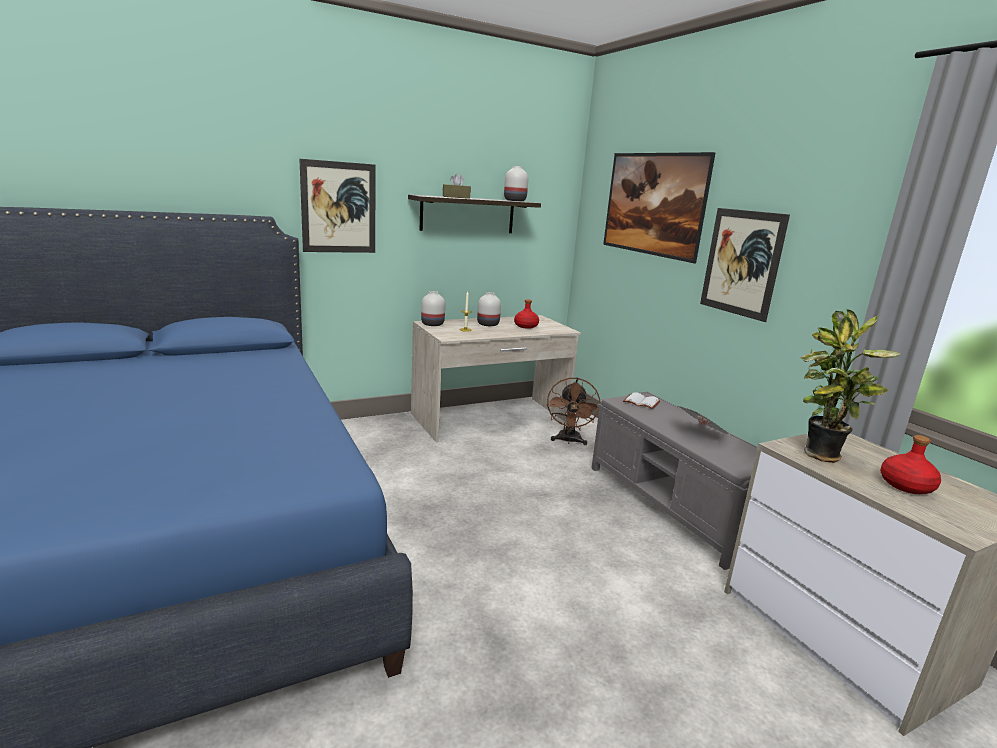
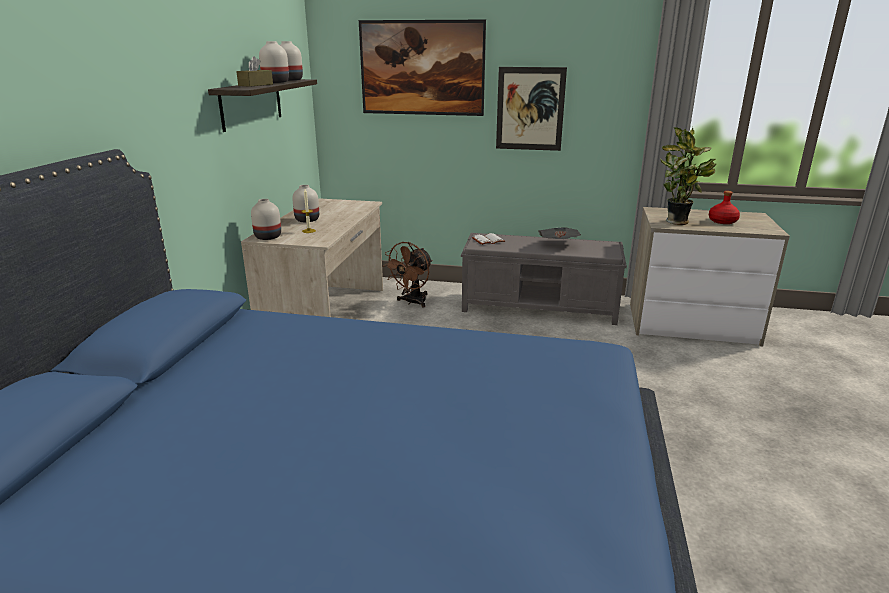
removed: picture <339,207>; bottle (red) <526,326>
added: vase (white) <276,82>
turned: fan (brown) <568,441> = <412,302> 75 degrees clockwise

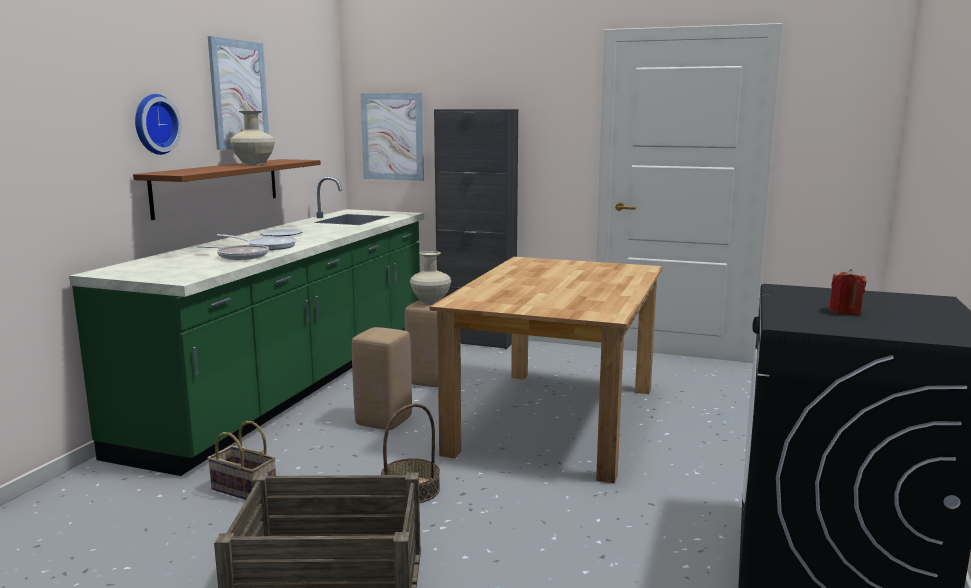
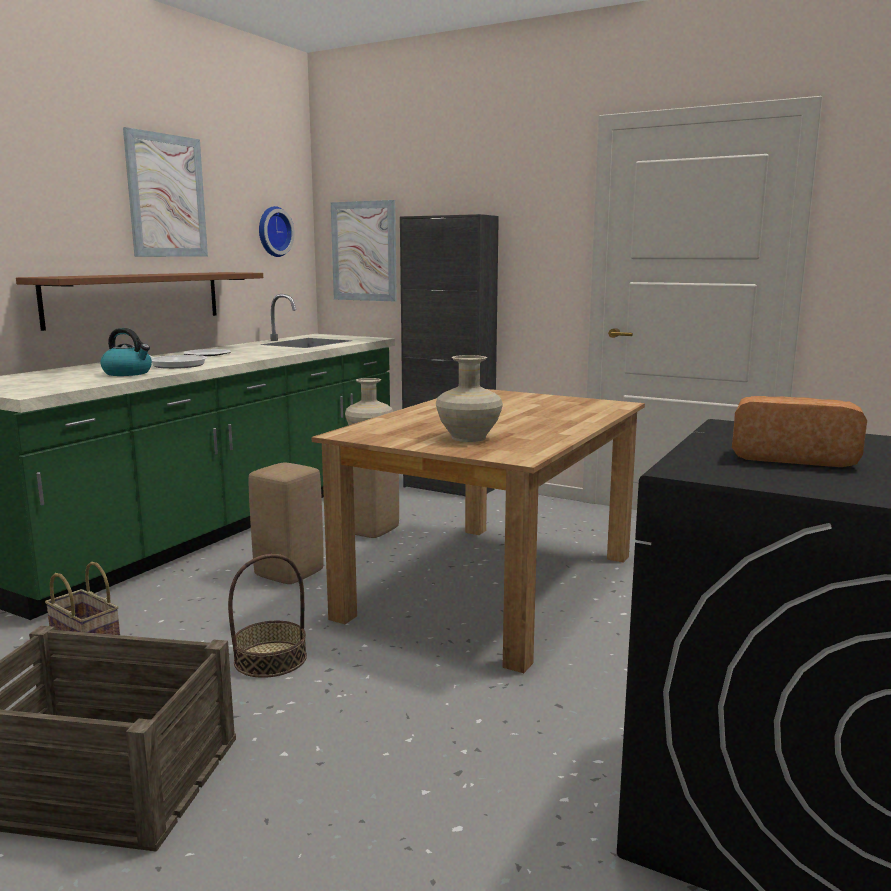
moved: wall clock <153,124> to <272,231>; vase (beige) <254,164> to <469,437>
replaced: frying pan <240,256> to kettle <128,373>; candle (red) <844,311> to bread <791,457>

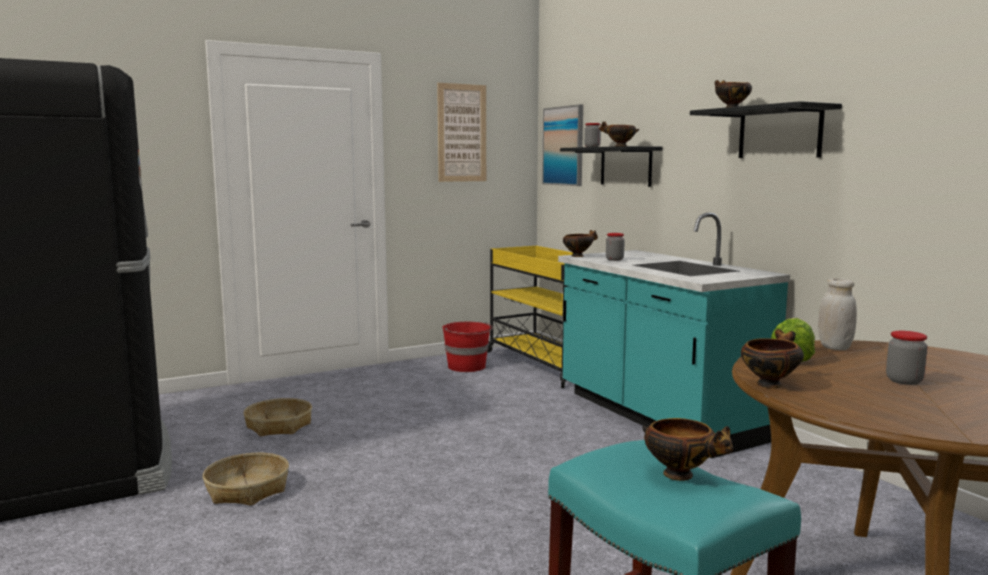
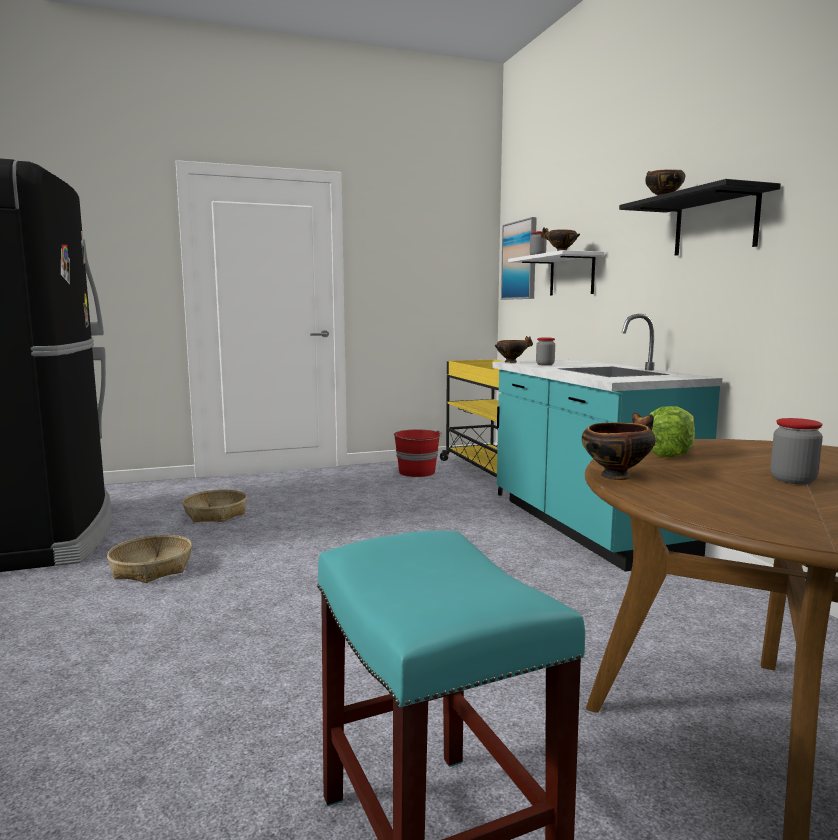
removed: picture <462,133>; jar (white) <834,347>; bowl <681,475>
recoloured: shelf (black) <626,166> to shelf (white) <572,275>

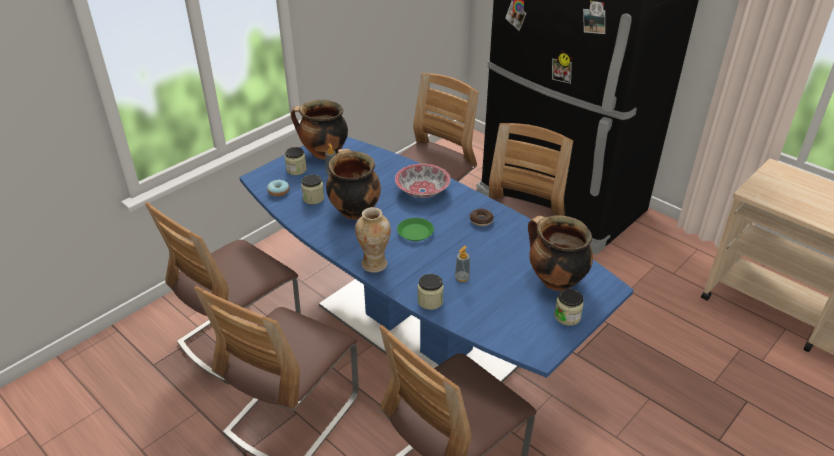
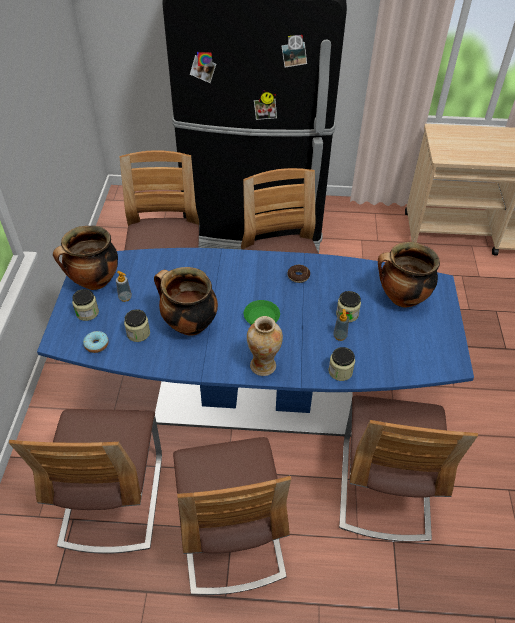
removed: bowl <422,191>
moved: jar <567,316> to <347,314>

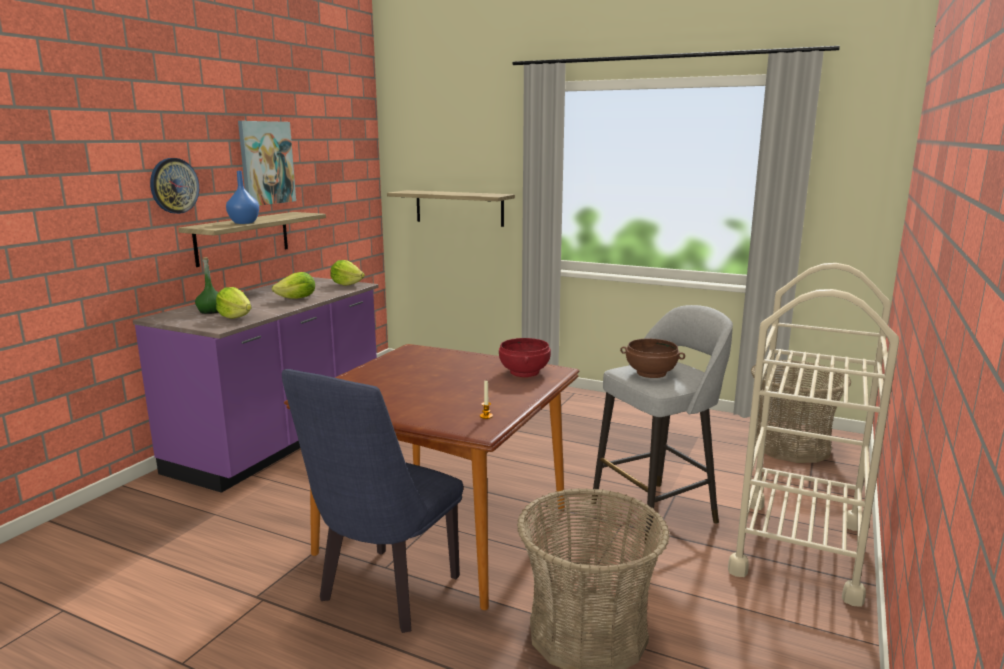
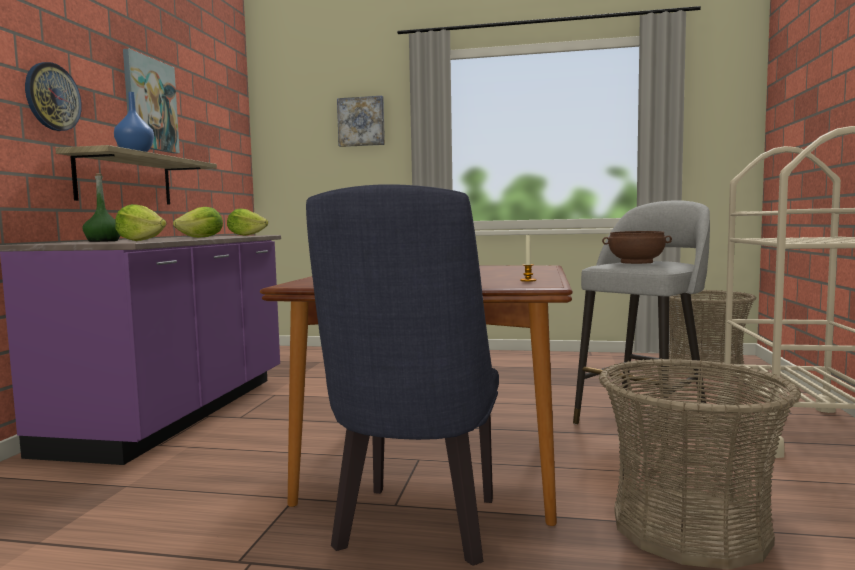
removed: shelf <459,208>; bowl (red) <525,372>
added: picture <361,122>

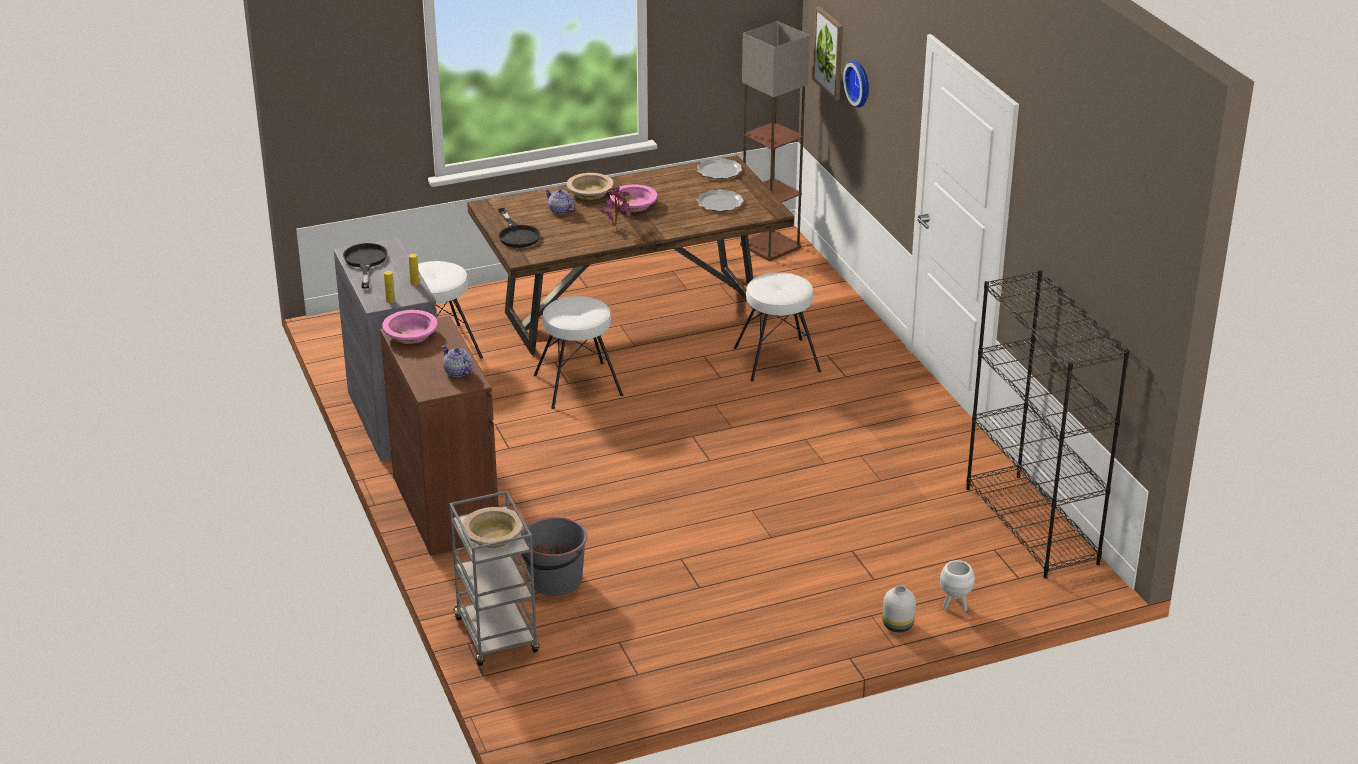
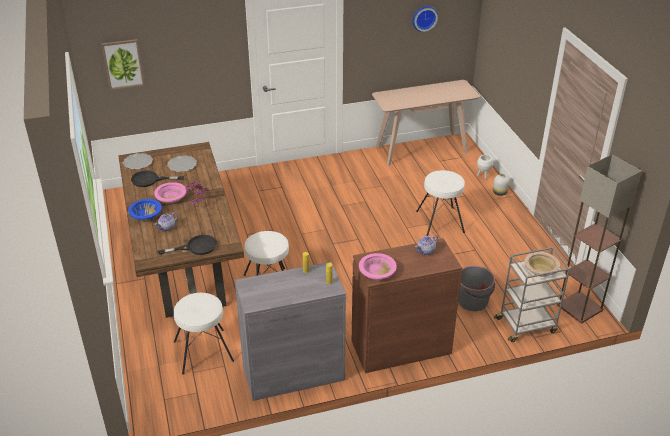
moved: floor lamp <769,246> to <580,308>; wall clock <860,83> to <424,18>; frying pan (black) <365,262> to <150,180>; stool (white) <777,360> to <440,221>
replaced: bookcase (black) <1032,526> to console table (beige) <421,149>
recoloured: bowl (beige) <590,193> to bowl (blue) <146,214>

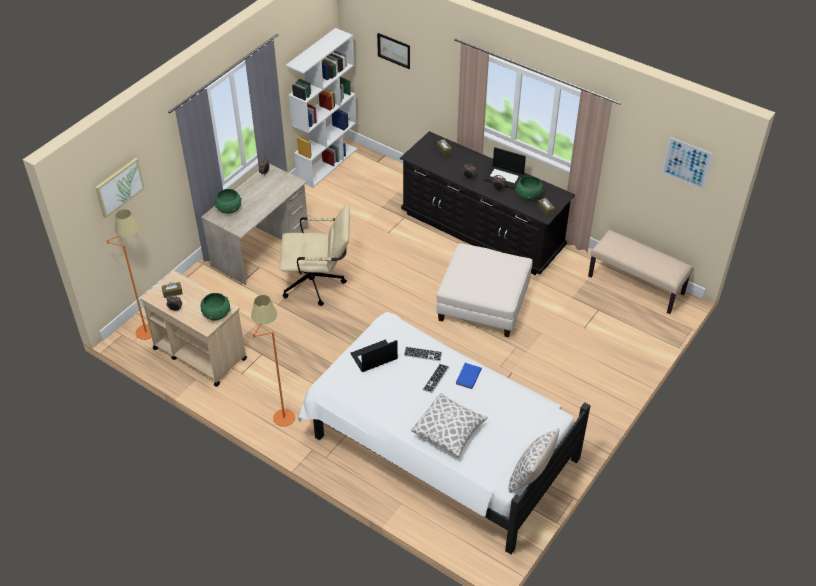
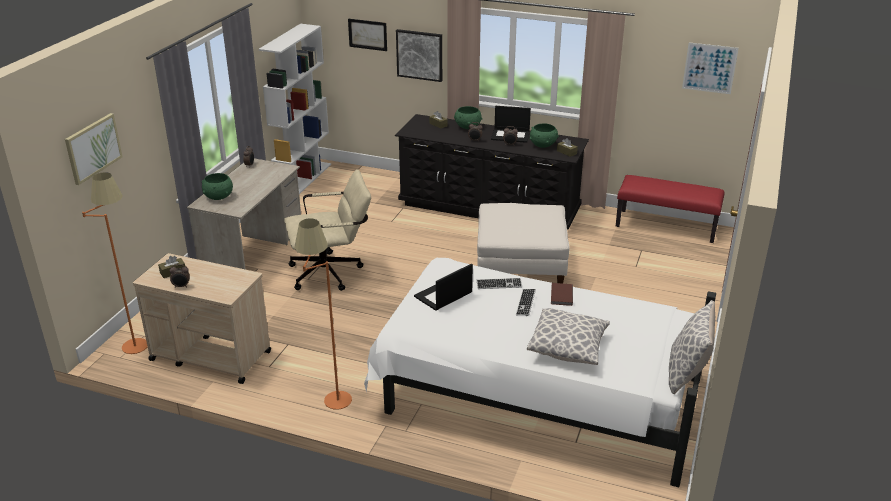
added: picture <419,55>
moved: bowl (green) <216,314> to <467,127>
recoloured: bench (beige) <636,285> to bench (red) <666,226>; book (blue) <467,376> to book (brown) <560,295>

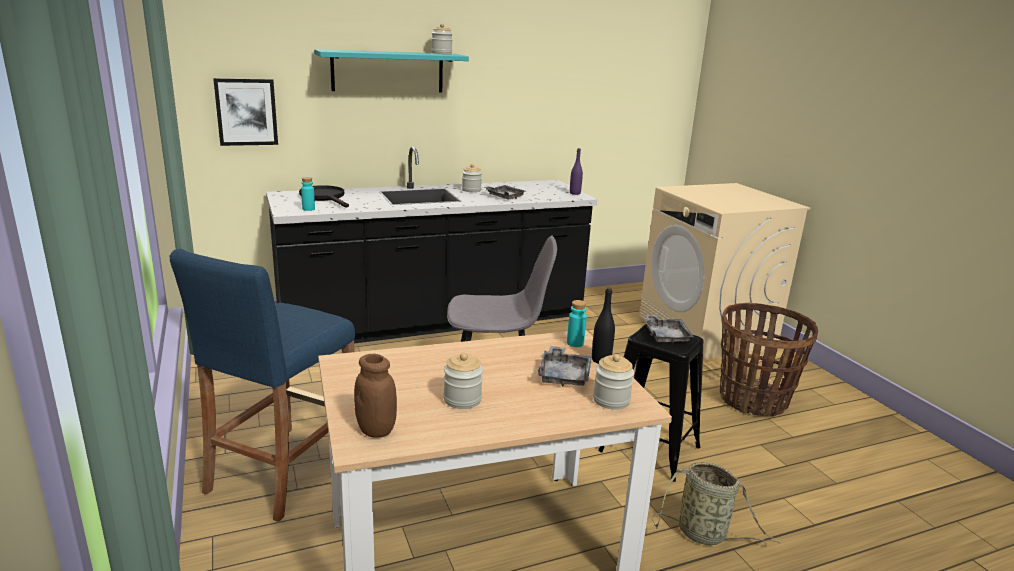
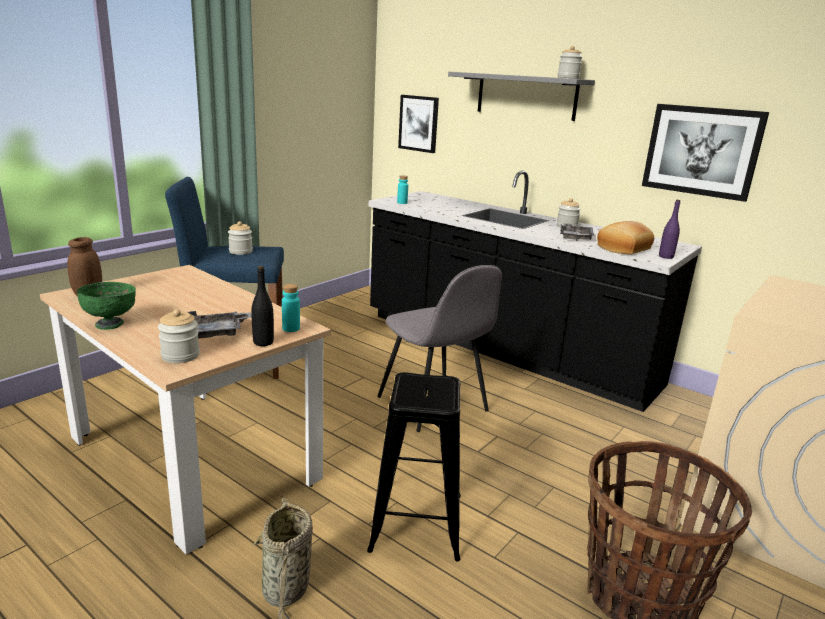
removed: frying pan (black) <325,197>; tray (grey) <665,336>
added: picture <701,151>; bread <624,249>; bowl (green) <110,324>
moved: jar <462,399> to <240,252>
recoloured: shelf (turquoise) <388,71> to shelf (grey) <526,96>

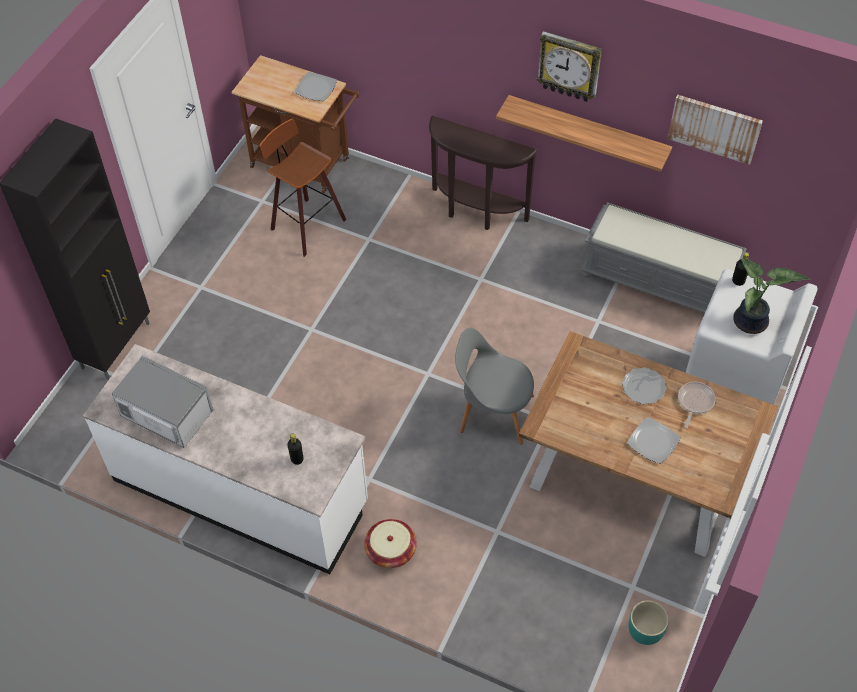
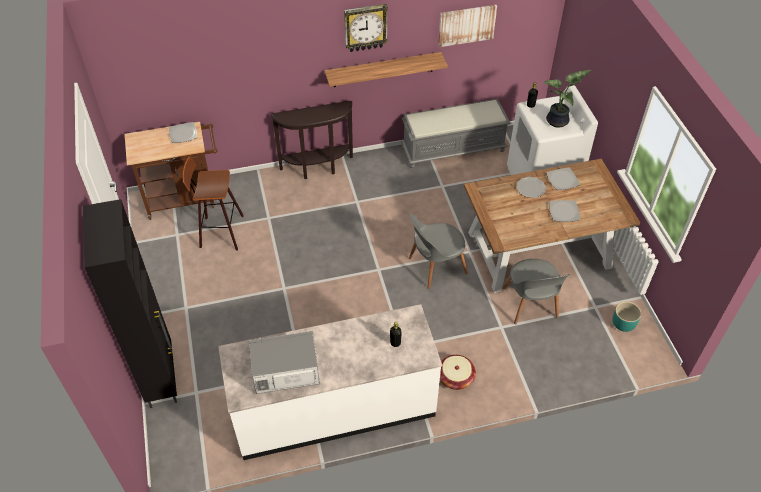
added: chair (grey) <530,305>
replaced: frying pan <694,402> to plate <562,180>

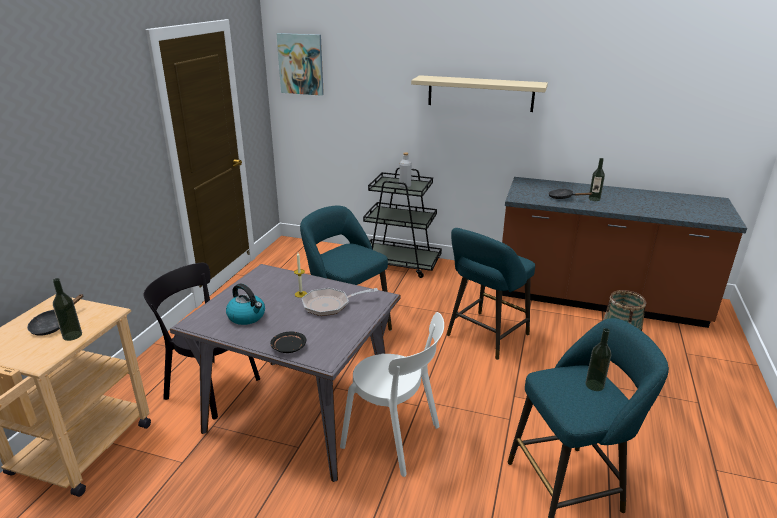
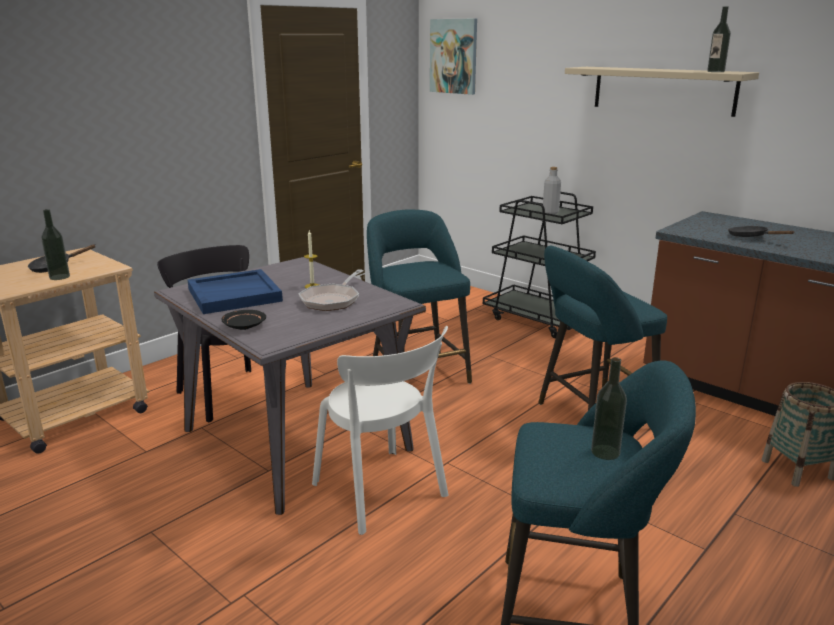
moved: bottle <594,199> to <715,71>
replaced: kettle <247,317> to tray (blue) <235,295>
turned: frying pan <330,305> = <332,300> 75 degrees counterclockwise

